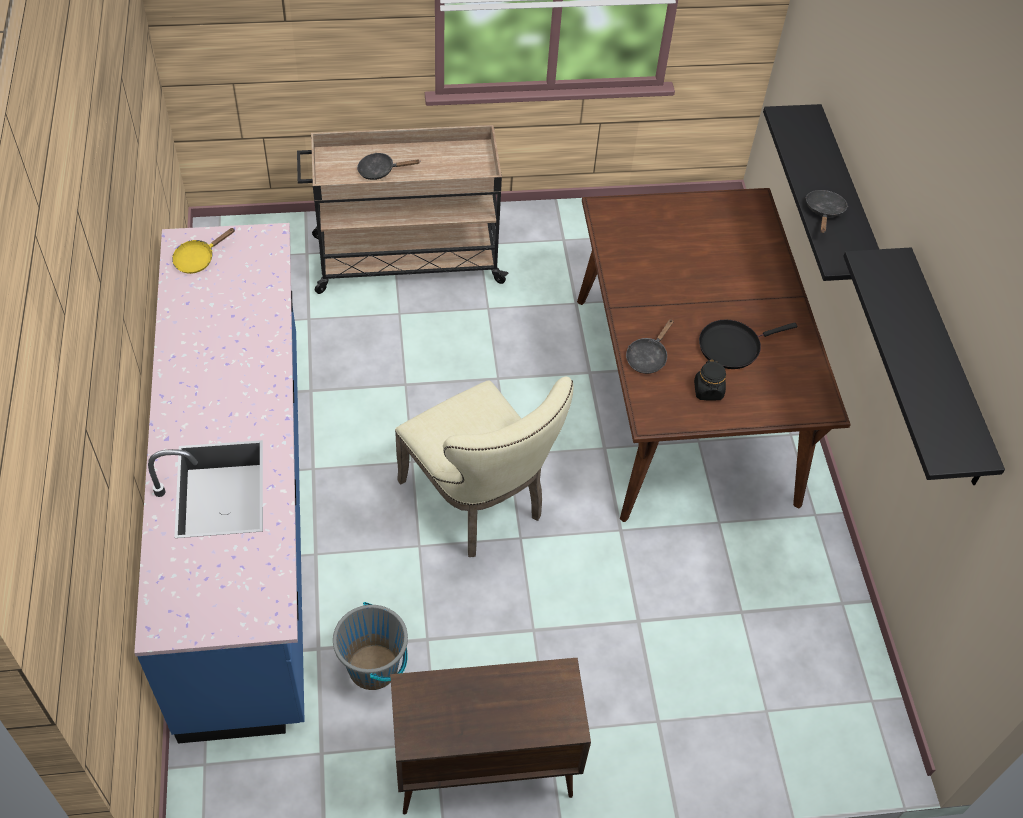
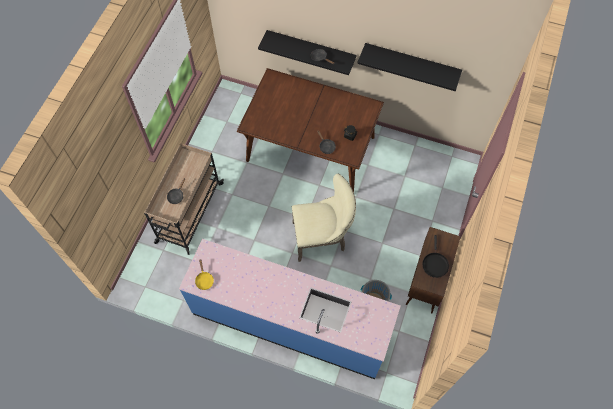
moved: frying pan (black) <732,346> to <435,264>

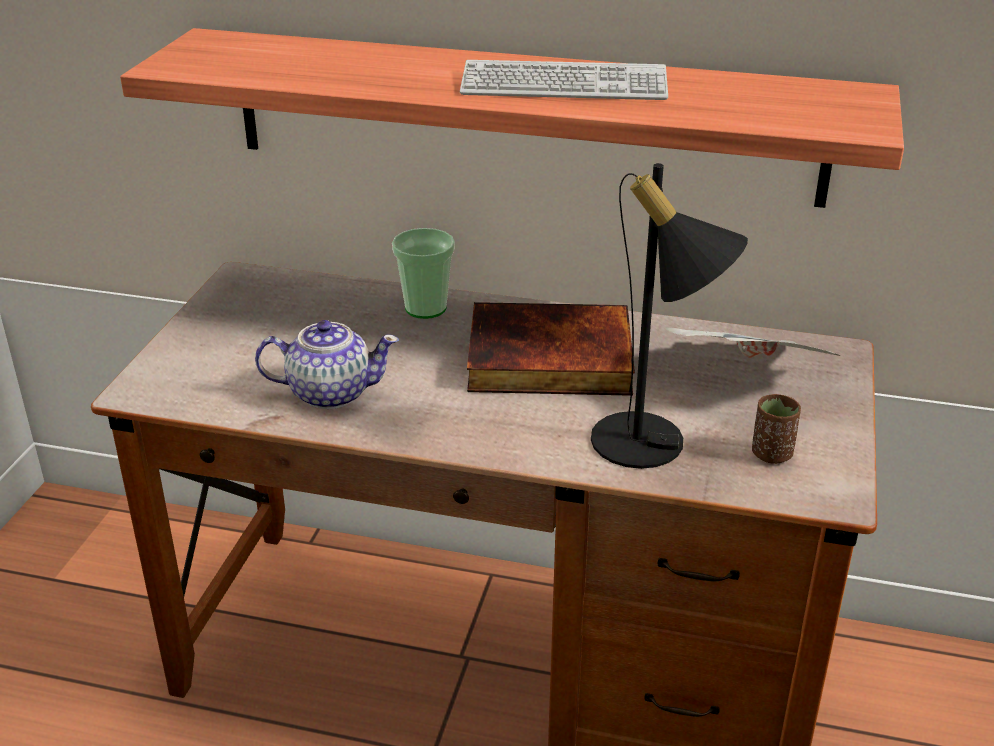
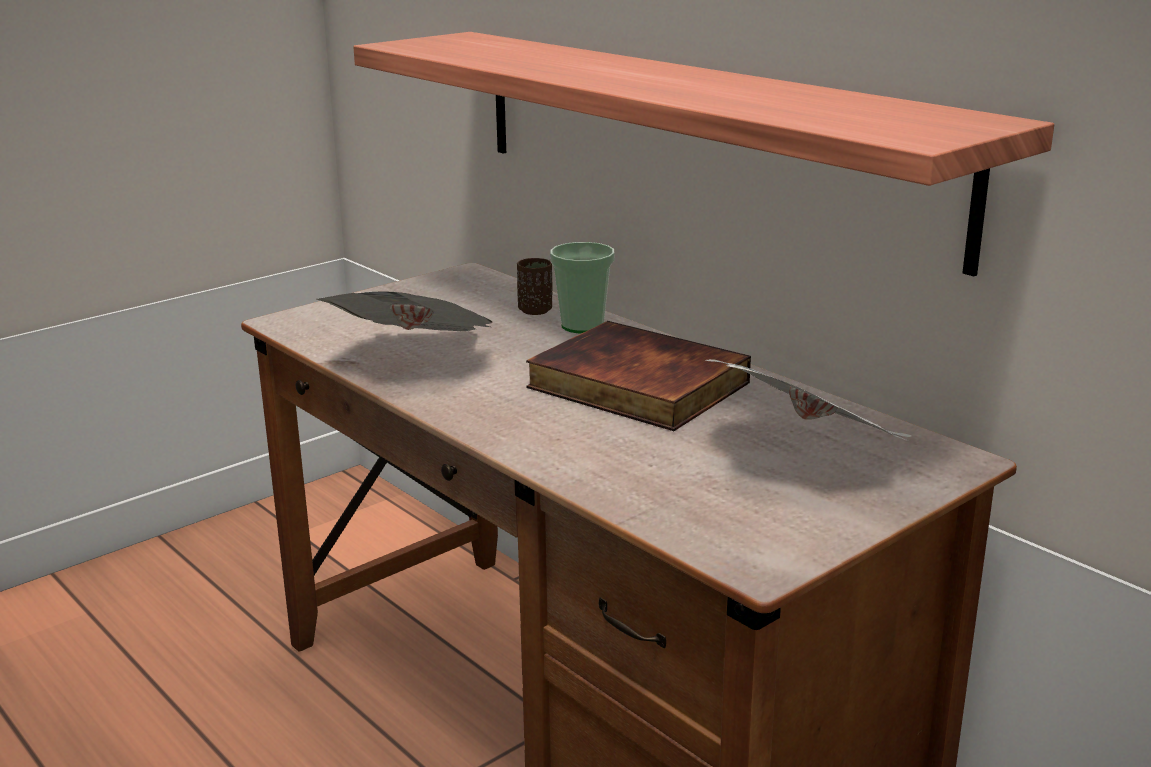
removed: keyboard <564,85>; table lamp (black) <653,447>
moved: cup (brown) <771,454> to <535,310>
replaced: teapot <329,392> to newspaper <415,358>

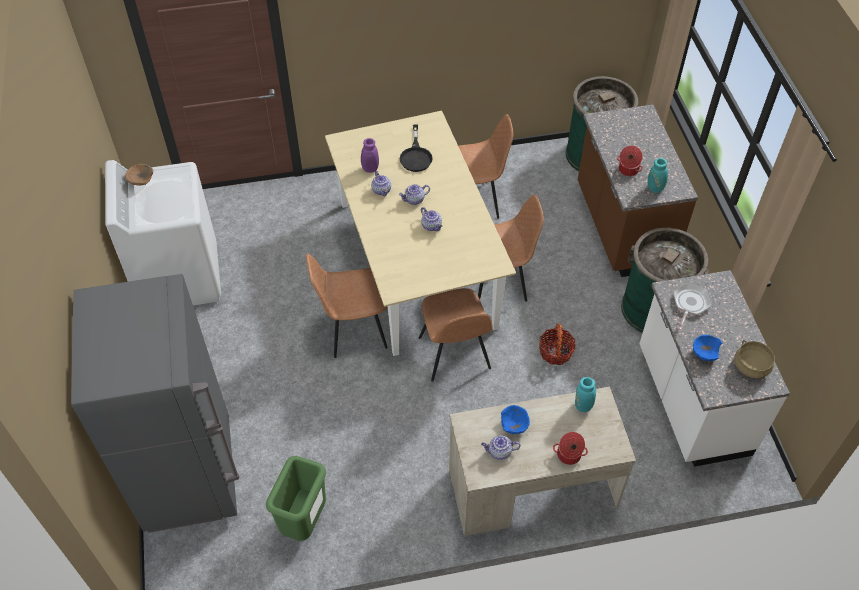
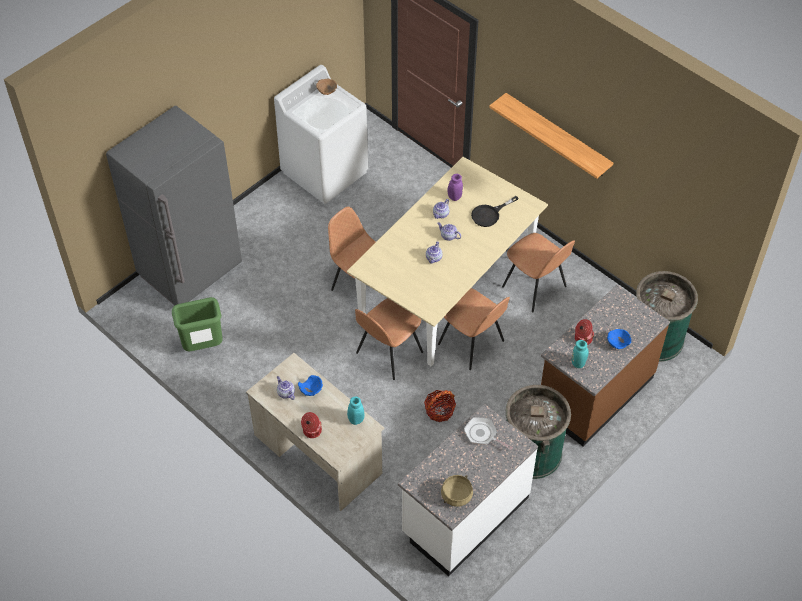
added: shelf <557,135>
moved: bowl (blue) <704,353> to <618,343>
turned: frying pan <689,304> = <483,434> 135 degrees counterclockwise

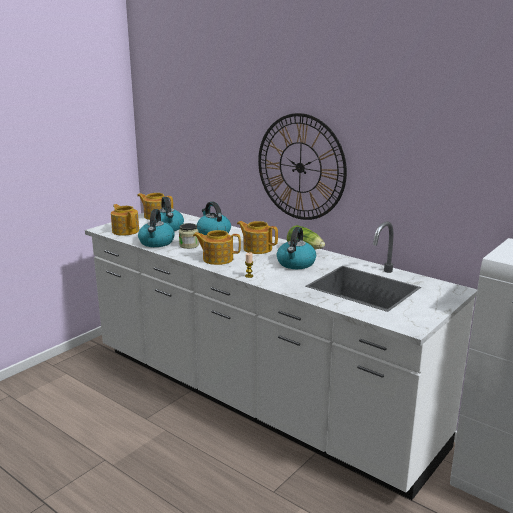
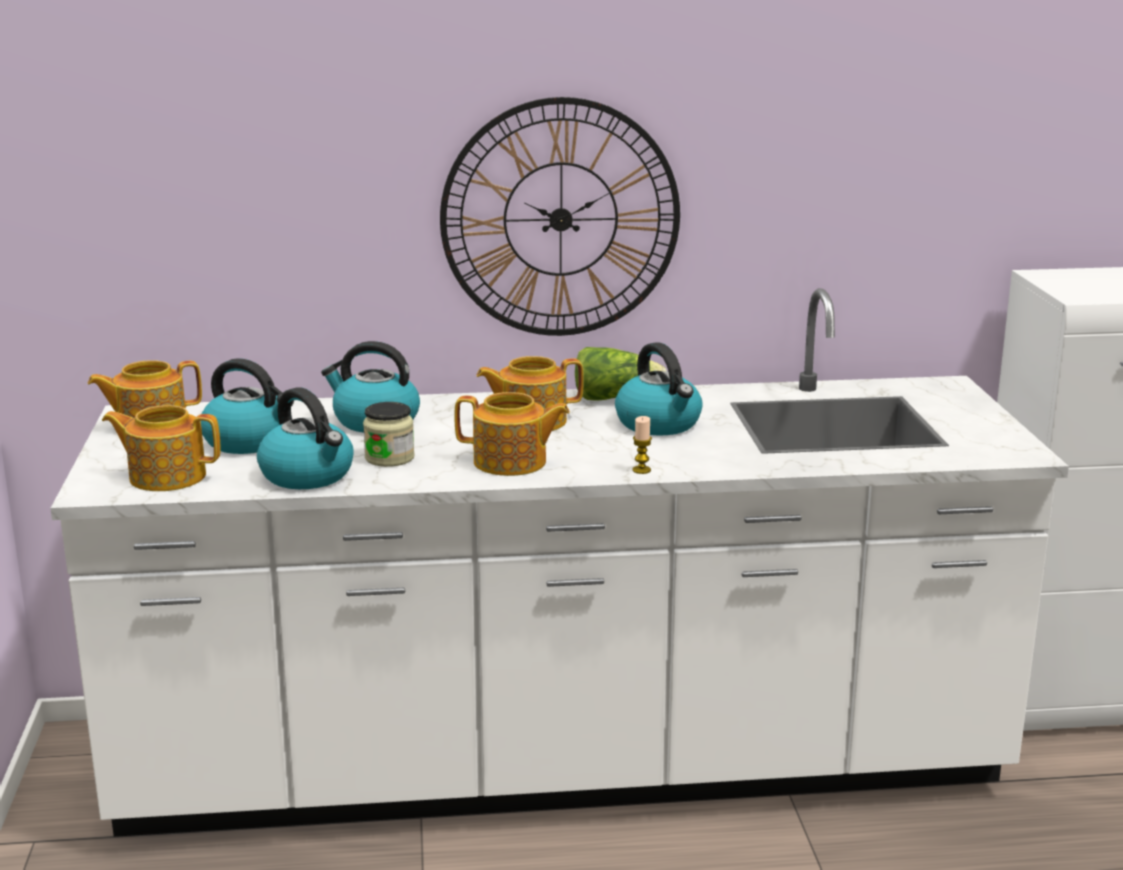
turned: teapot <217,259> = <511,462> 135 degrees counterclockwise

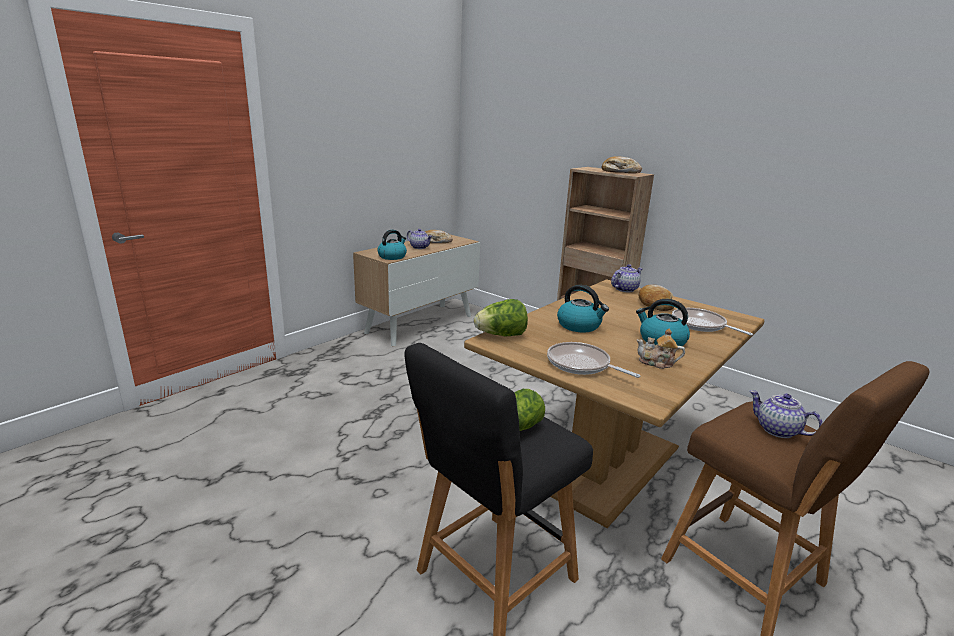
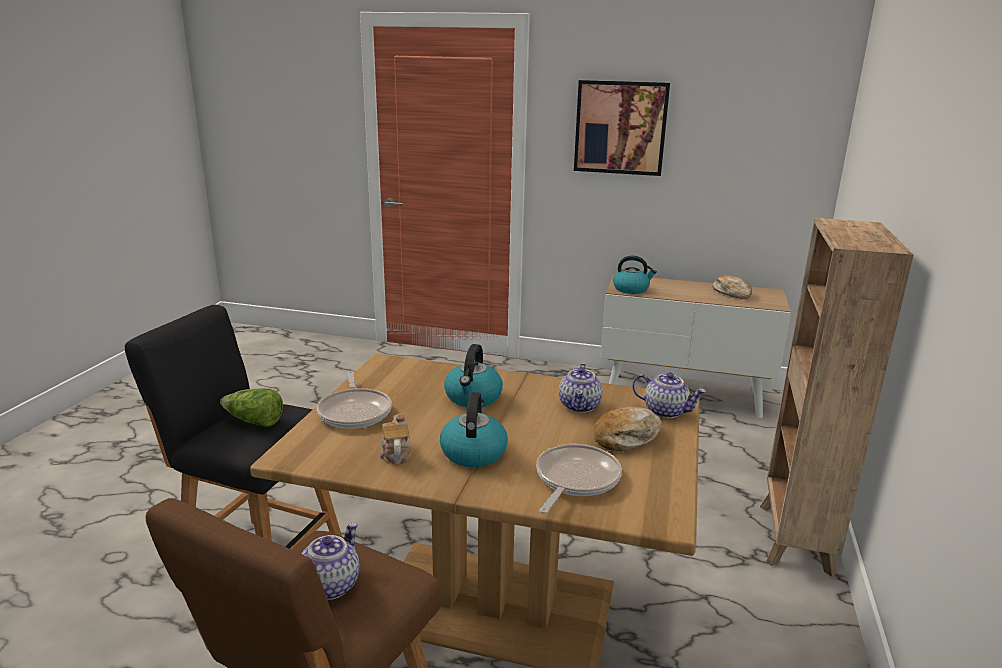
removed: bread <620,172>; lettuce <501,335>
added: picture <620,127>
moved: teapot <419,247> to <580,406>
turned: frying pan <581,365> = <355,411> 150 degrees clockwise

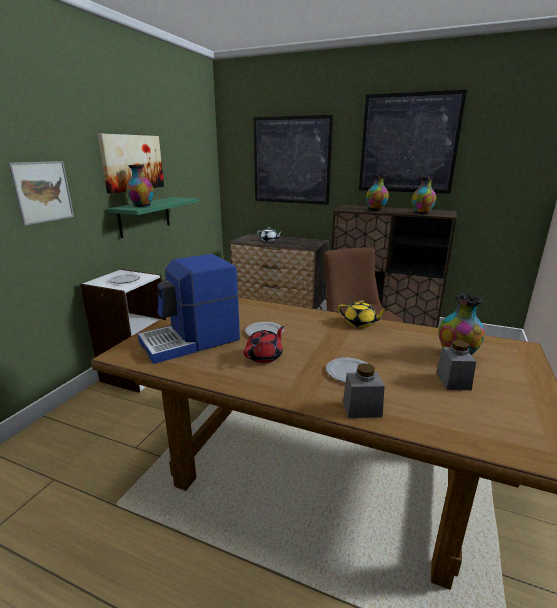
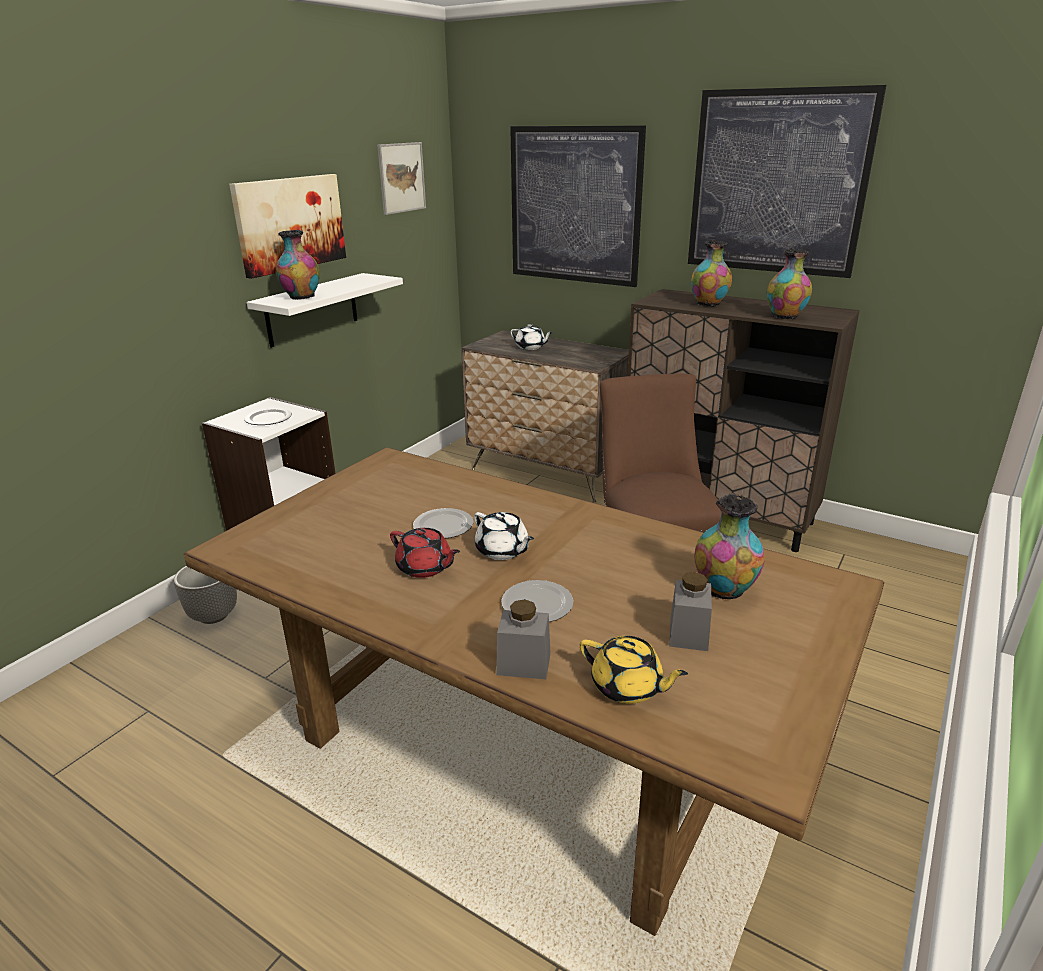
removed: coffee machine <191,341>
added: teapot (white) <502,551>; planter <214,615>
moved: picture <42,192> to <401,177>; teapot (yellow) <360,323> to <628,687>
recoloured: shelf (green) <144,216> to shelf (white) <312,309>
turned: teapot (red) <265,356> = <425,568> 75 degrees clockwise

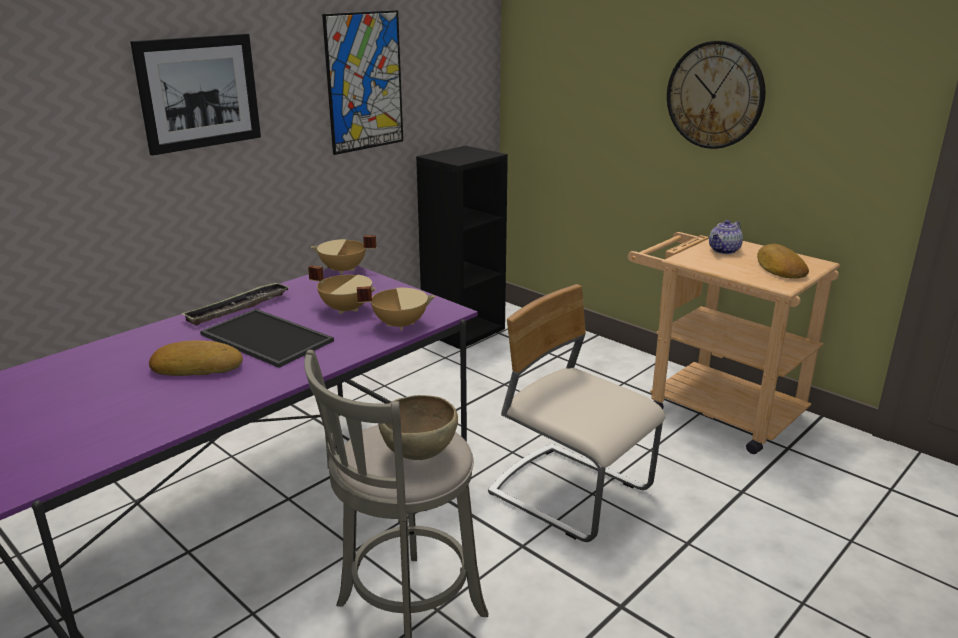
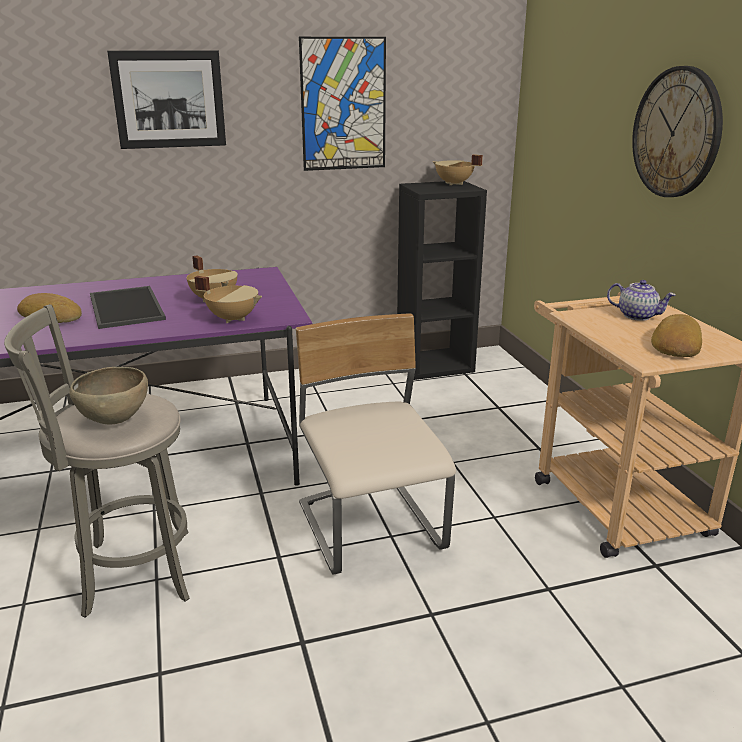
removed: tray <238,308>
moved: cooking pot (beige) <343,270> to <454,184>
turned: teapot <724,250> = <637,316> 135 degrees counterclockwise

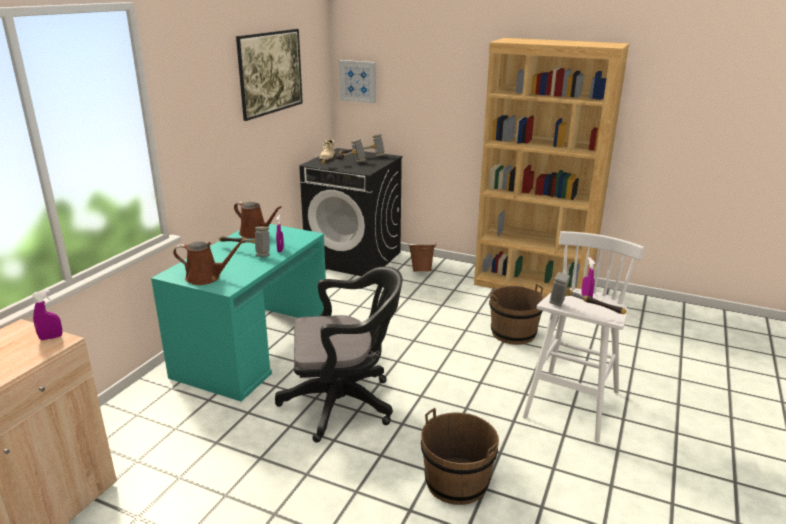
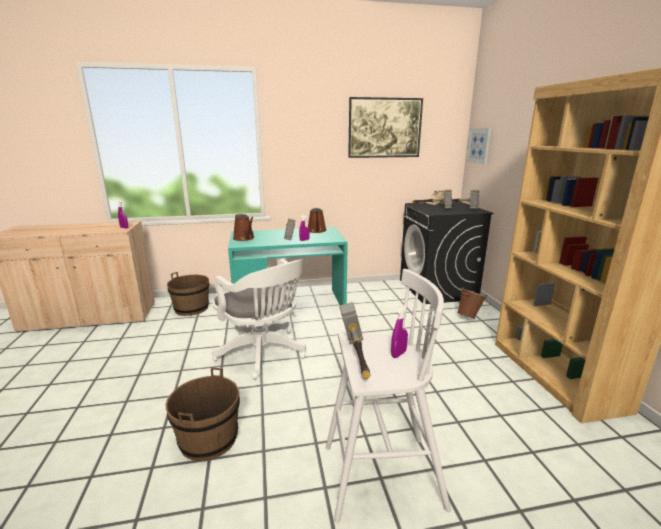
moved: bucket (brown) <513,333> to <191,308>
recoloured: office chair (black) <344,403> to office chair (white) <264,354>

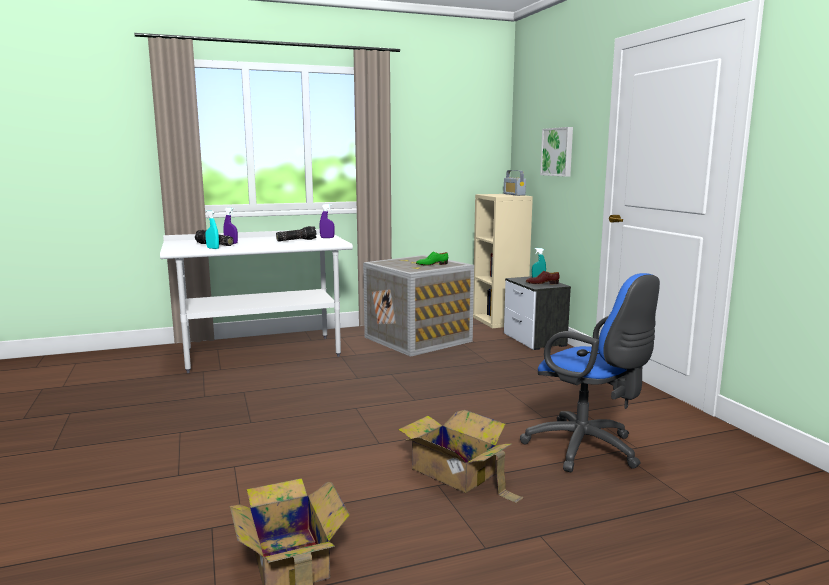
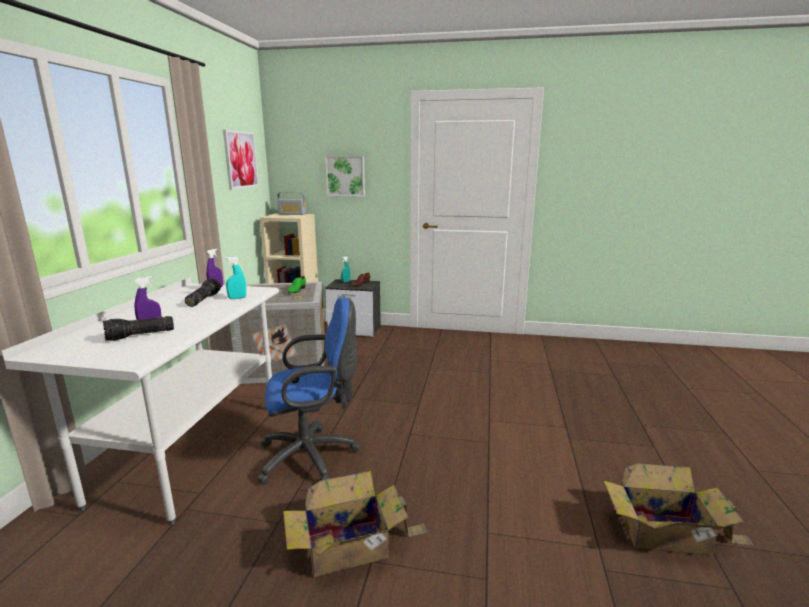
added: picture <241,160>
moved: spray bottle (turquoise) <212,248> to <237,298>; office chair (blue) <587,450> to <313,456>; cardboard box <455,474> to <351,547>

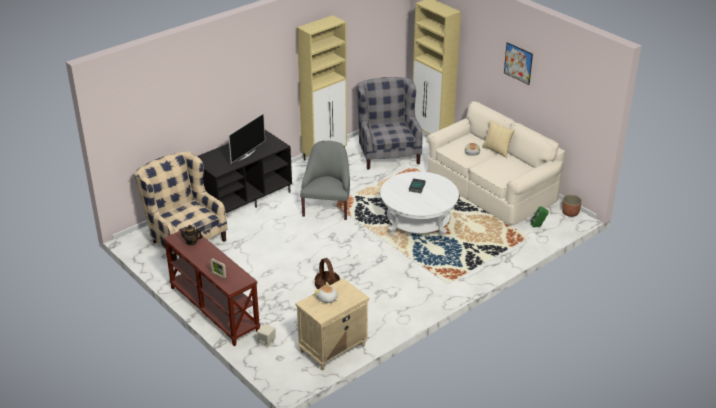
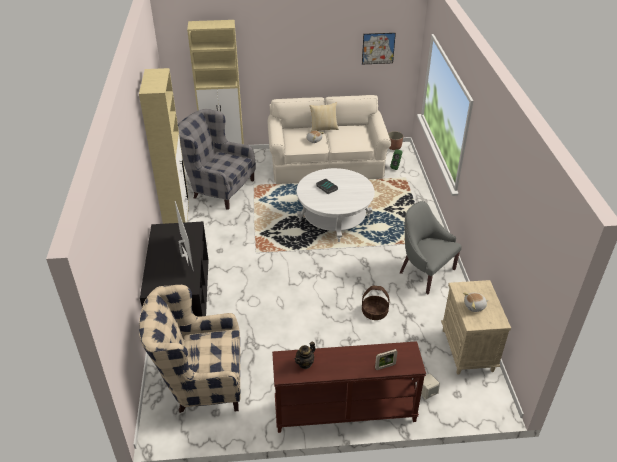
moved: picture <518,63> to <378,48>; armchair (grey) <327,207> to <425,272>

